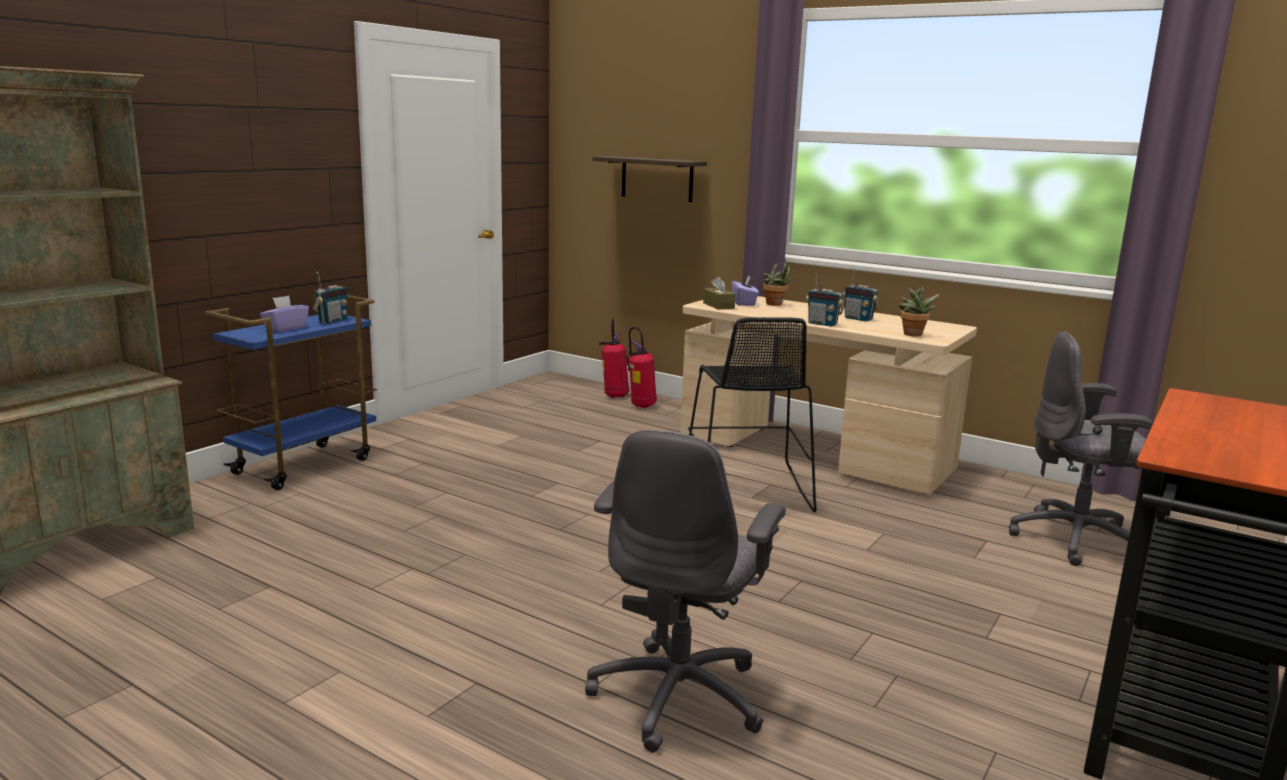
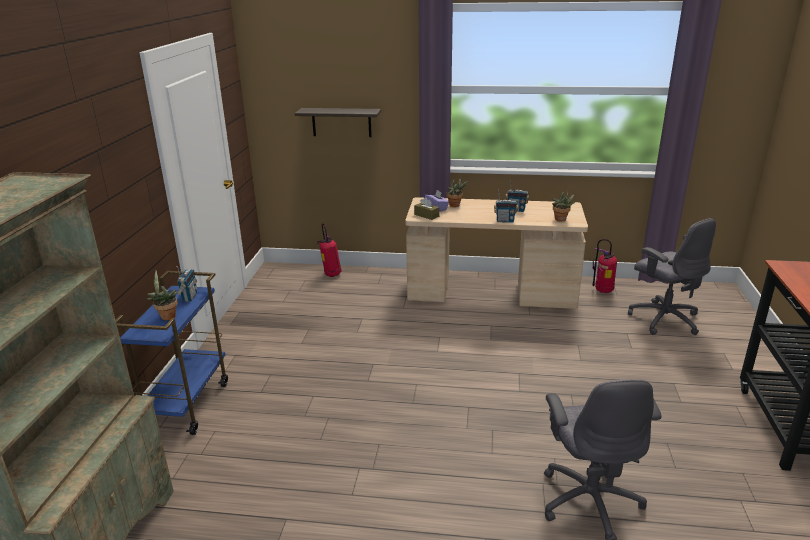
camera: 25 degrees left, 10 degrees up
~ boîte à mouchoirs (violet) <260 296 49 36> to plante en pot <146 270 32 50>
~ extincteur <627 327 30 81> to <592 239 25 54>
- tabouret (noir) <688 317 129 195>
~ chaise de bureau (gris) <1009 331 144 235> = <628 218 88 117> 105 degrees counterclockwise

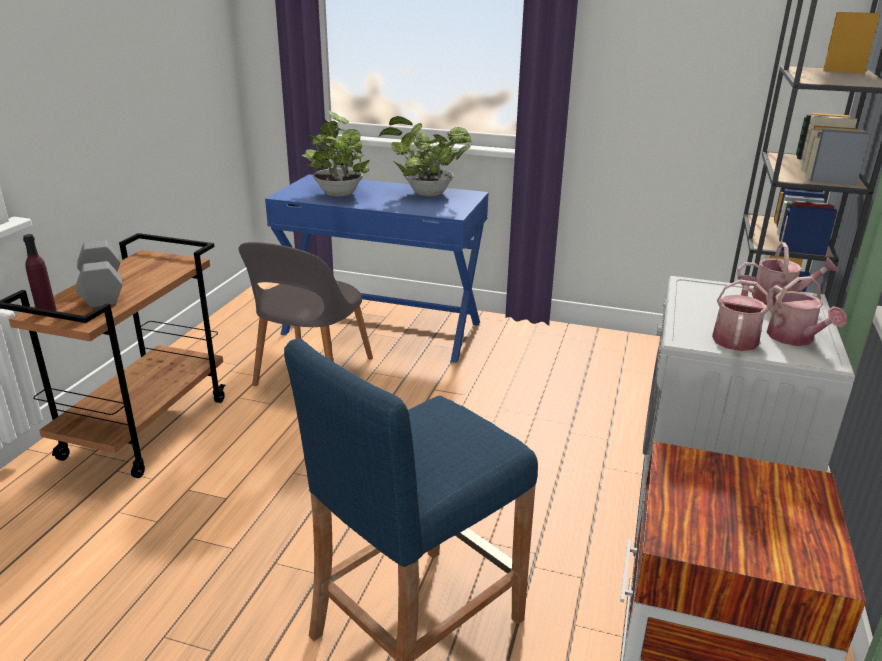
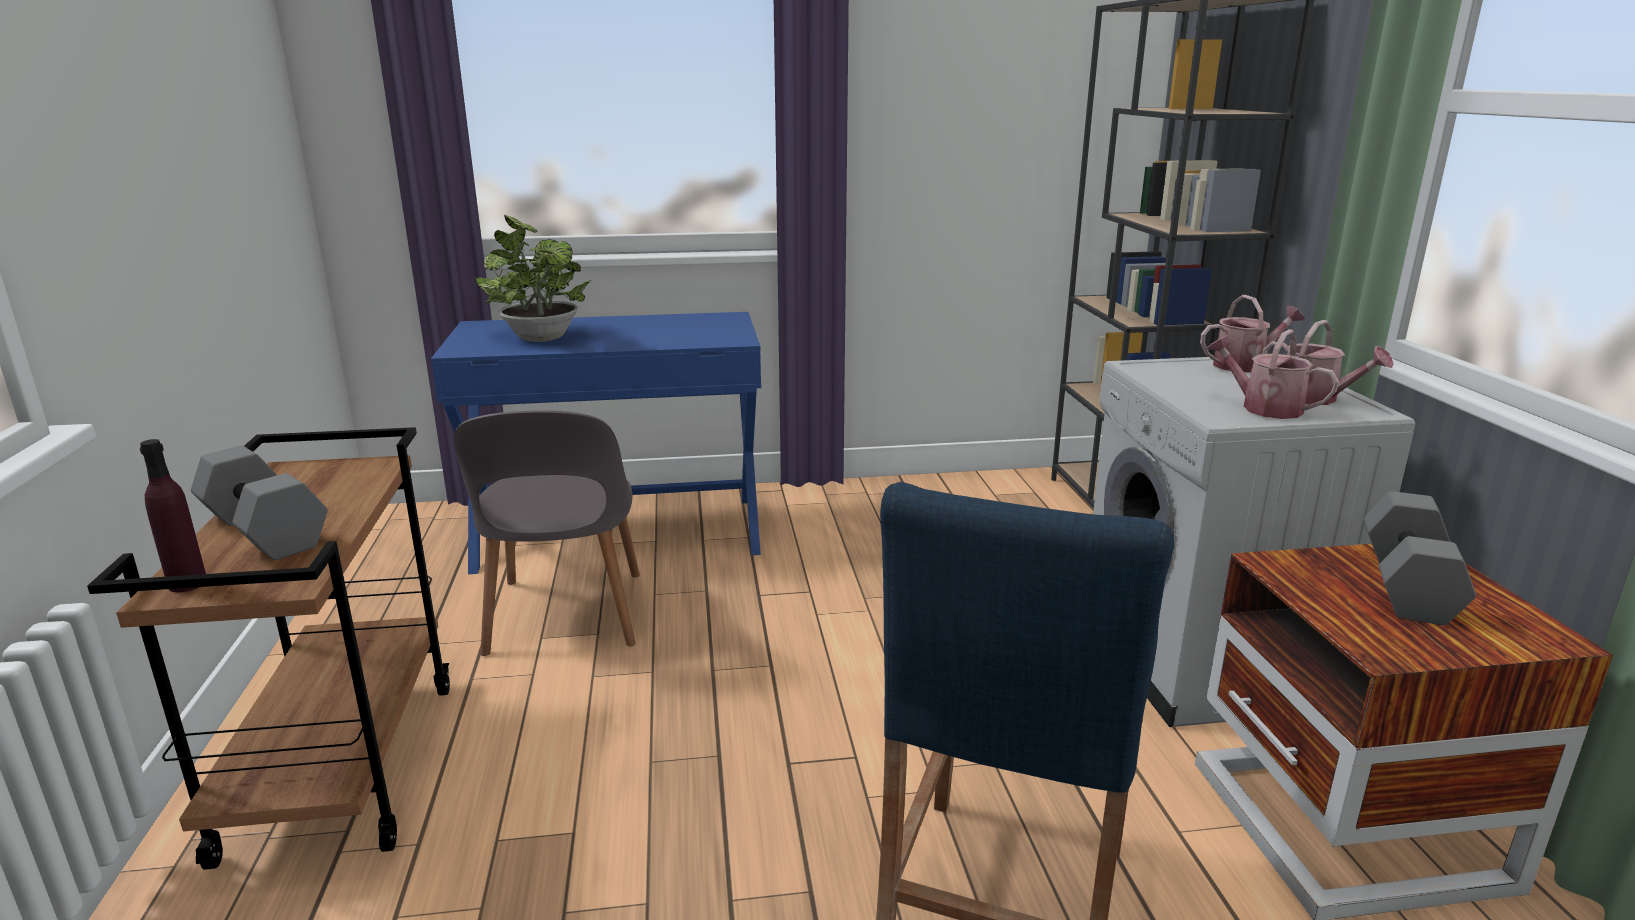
camera: 25 degrees left, 5 degrees down
- plante en pot <379 116 93 81>
~ arrosoir <712 275 58 76> = <1206 329 133 90> 45 degrees counterclockwise
+ haltère (gris) <1364 491 112 134>

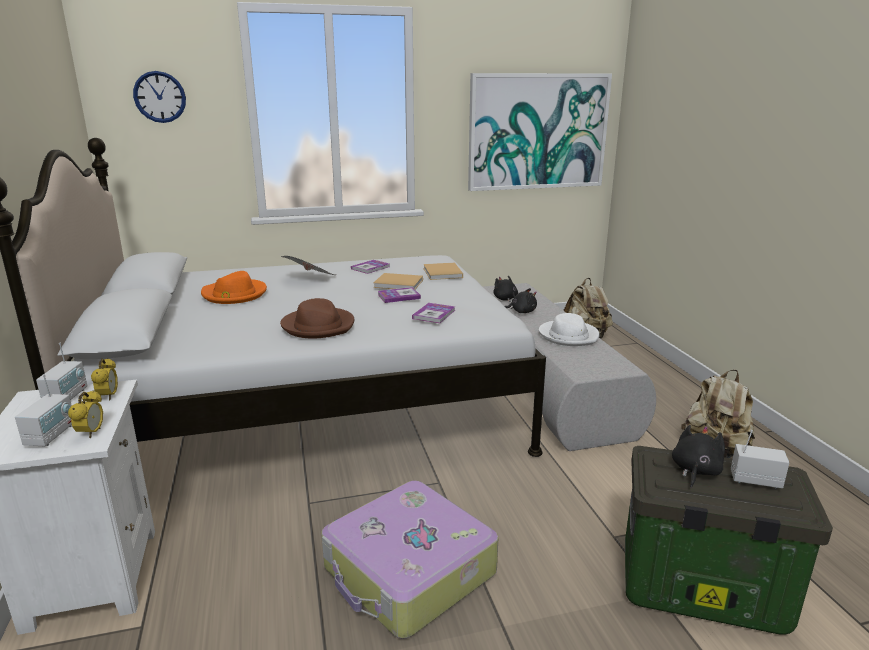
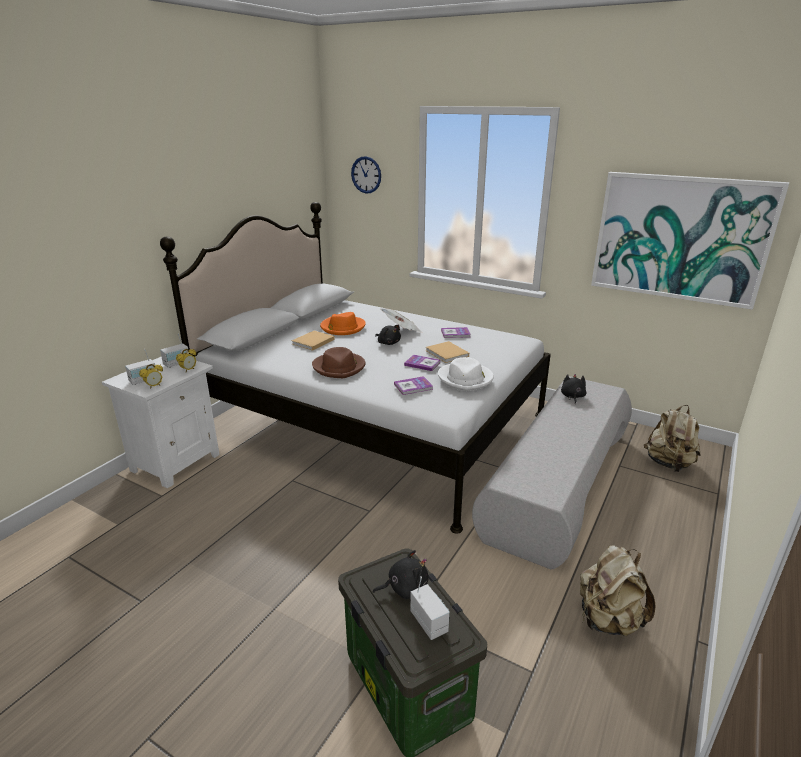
camera: 45 degrees right, 5 degrees up
- valise <322 481 177 158>
~ livre (beige) <423 263 40 17> to <292 330 43 21>
~ peluche (noir) <505 288 32 25> to <375 325 26 20>
~ chapeau (blanc) <539 313 61 33> to <438 357 56 34>

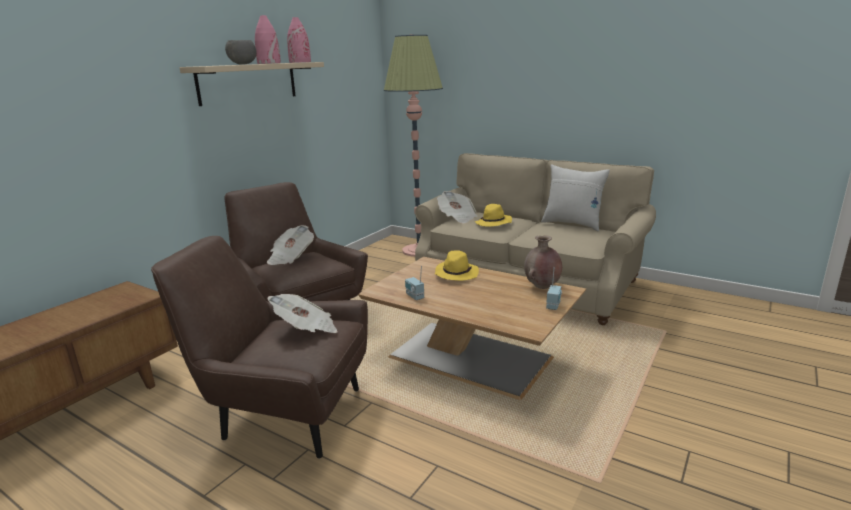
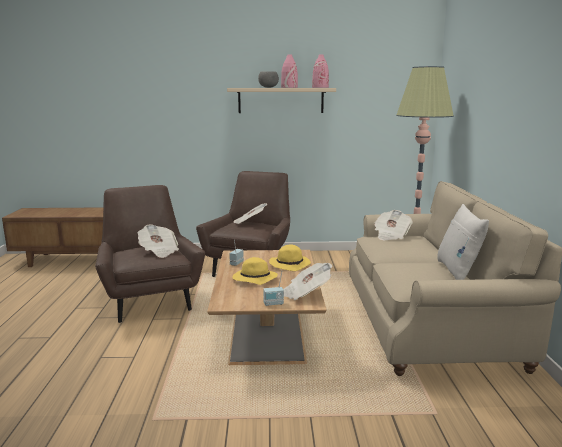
camera: 55 degrees right, 5 degrees down
~ chapeau (jaune) <475 204 37 23> to <232 257 46 28>
~ vase (marron) <524 235 38 54> to journal <283 263 50 37>

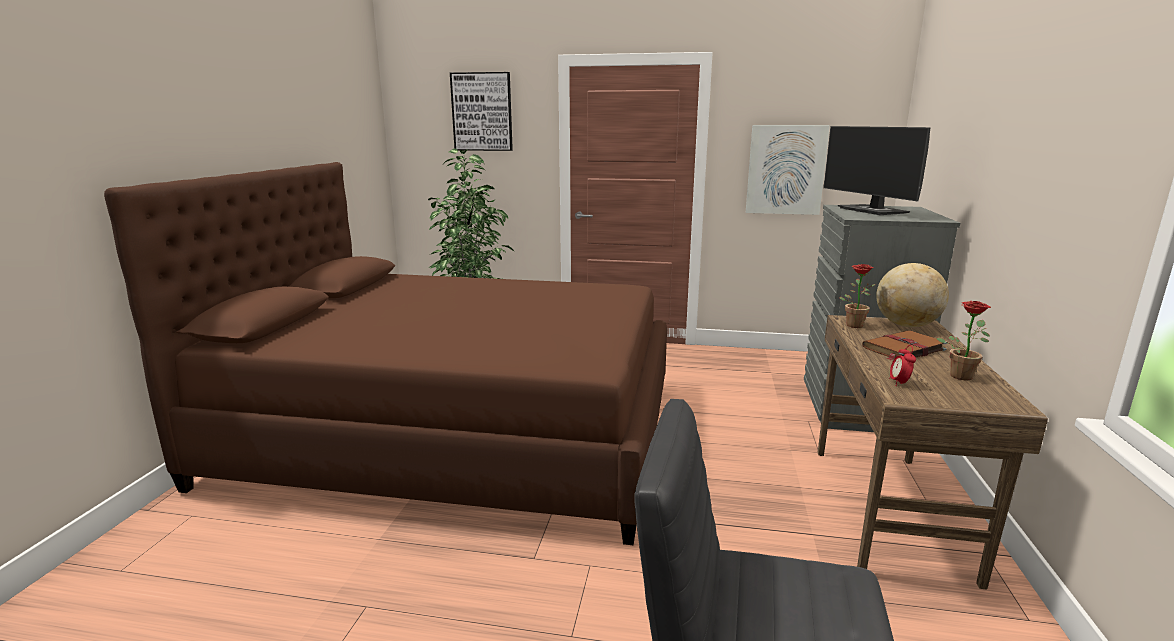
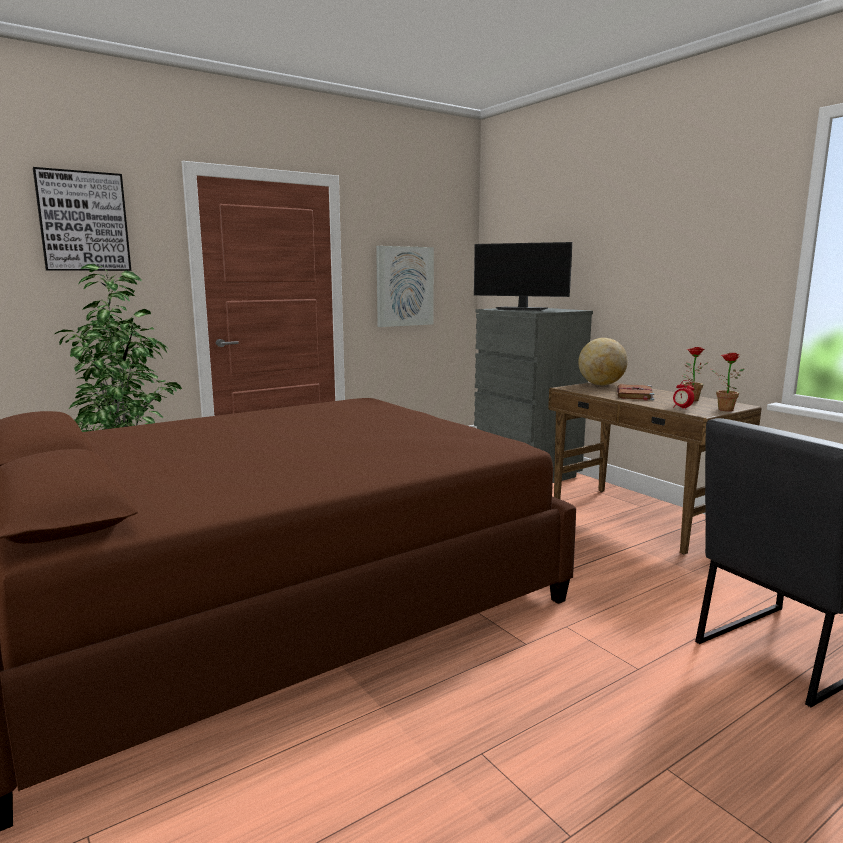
camera: 45 degrees left, 5 degrees down
~ plante en pot <839 264 36 64> to <710 353 35 58>

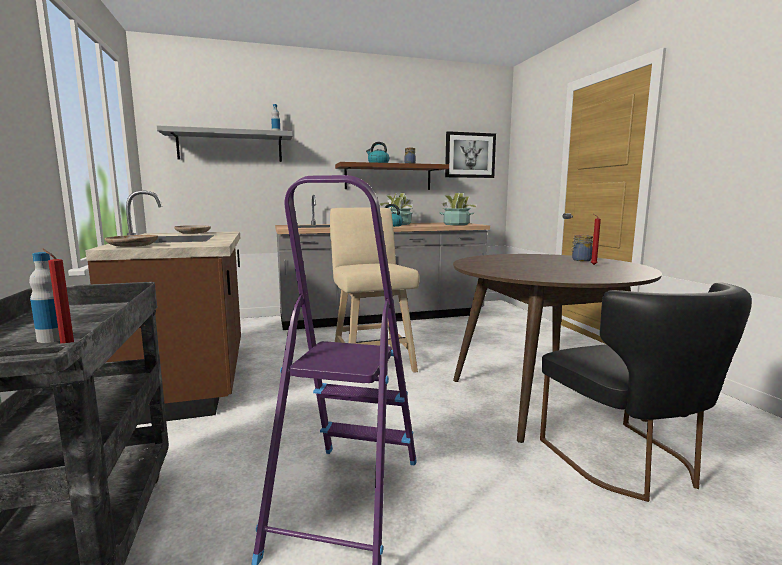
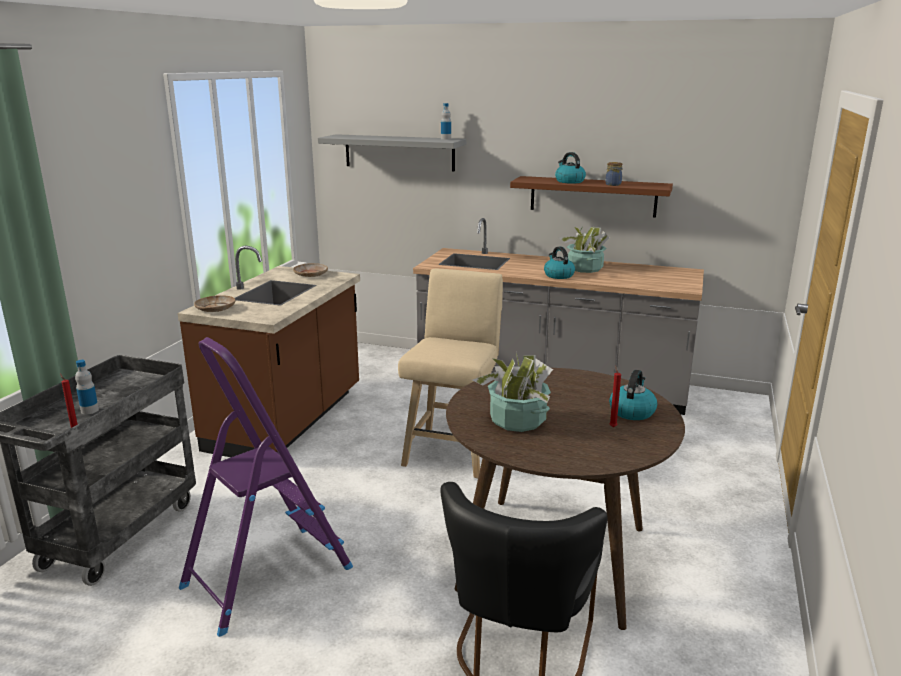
camera: 35 degrees right, 10 degrees up
~ plante en pot <439 193 38 32> to <472 352 81 80>
- tableau <445 131 51 47>
~ bocal <571 235 22 26> to bouilloire <609 370 48 50>

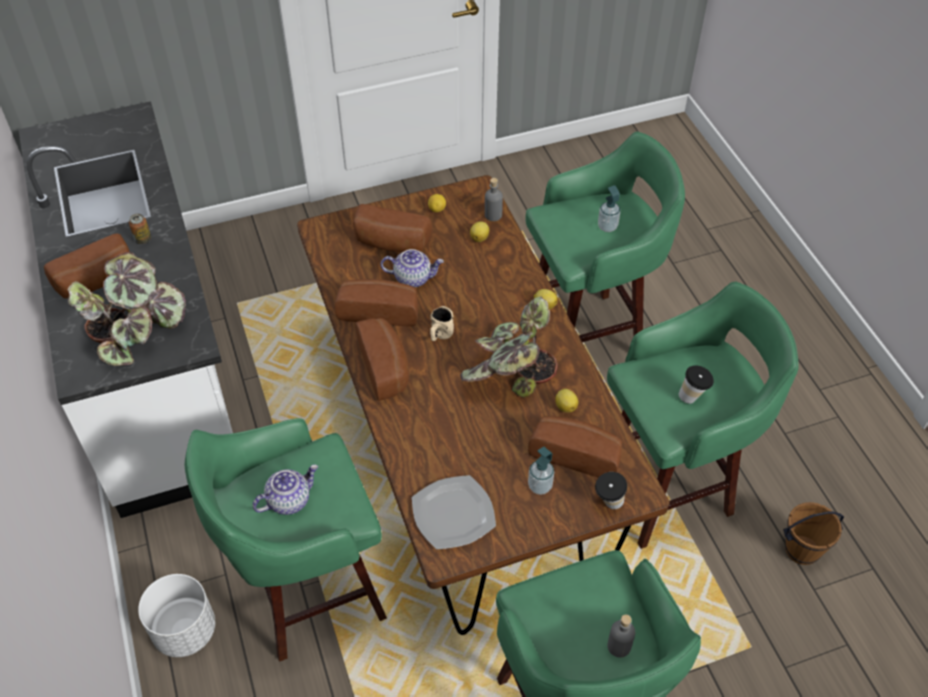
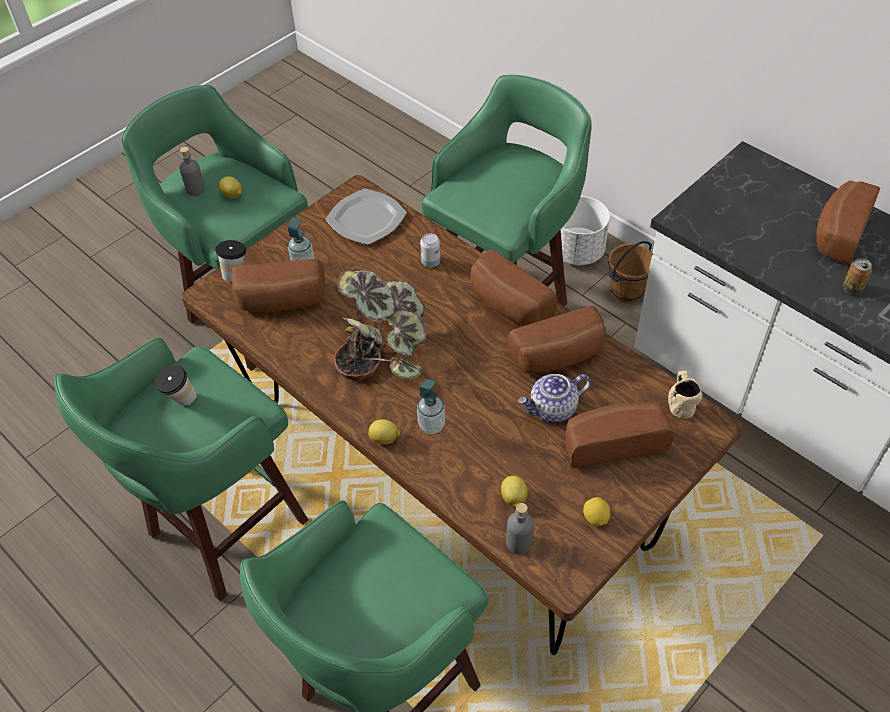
camera: 155 degrees right, 0 degrees up
- plante en pot <68 252 118 114>
- théière <253 464 65 51>
~ mug (beige) <430 306 24 35> to <668 370 35 49>
~ citron <555 389 23 24> to <218 176 24 22>
~ distributeur de savon <598 185 22 47> to <417 379 28 55>
~ seau (marron) <783 502 61 63> to <608 241 46 63>
+ boîte métallique <420 233 20 34>

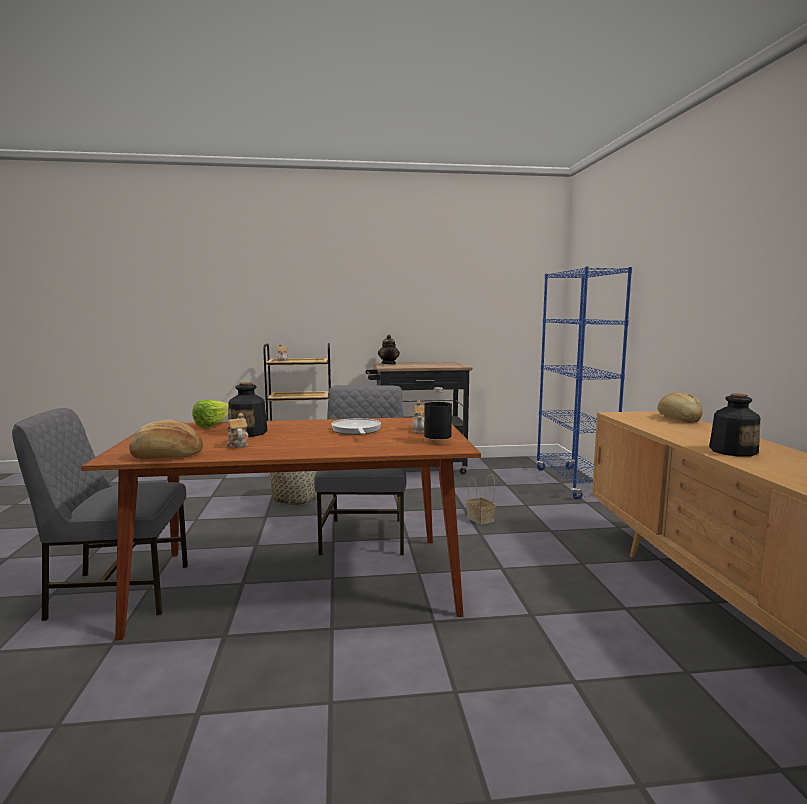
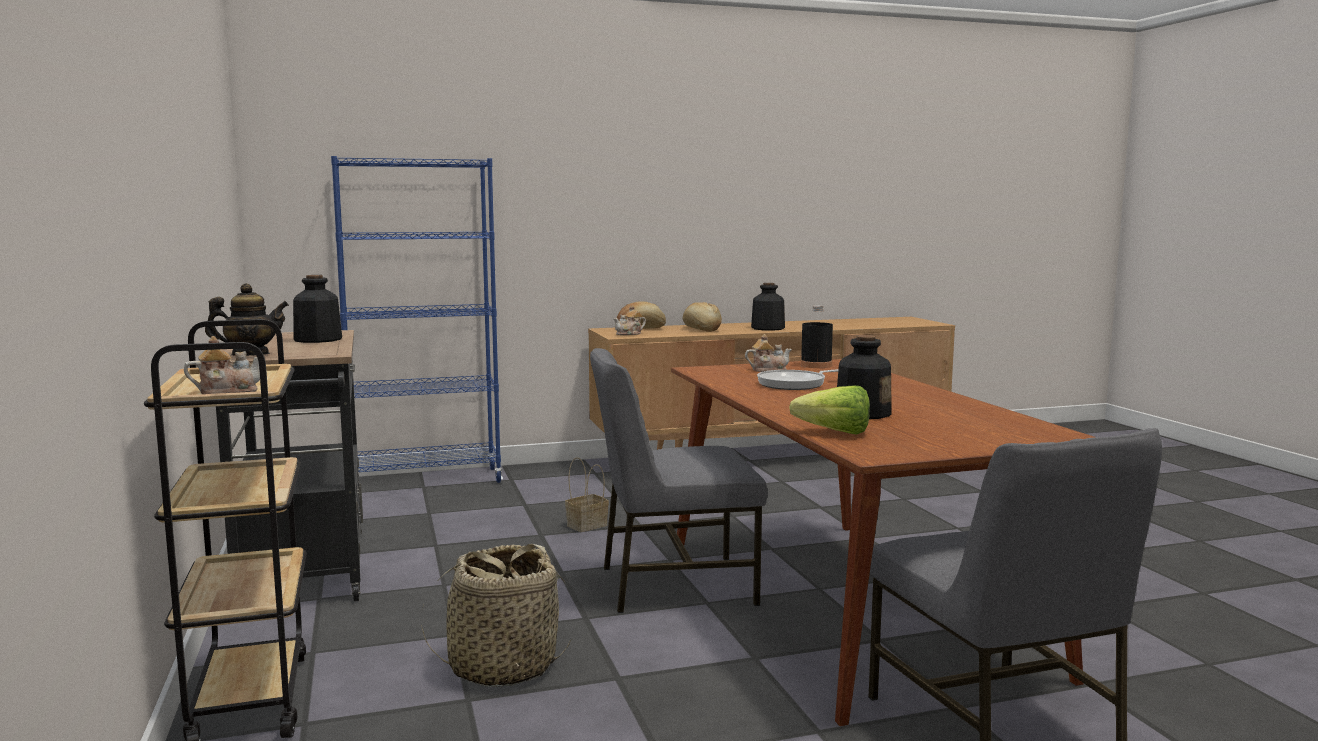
camera: 100 degrees left, 0 degrees up
~ pain <129 420 74 39> to <682 302 40 30>
~ théière <227 413 21 35> to <613 305 33 30>
+ bouteille <293 275 49 68>

